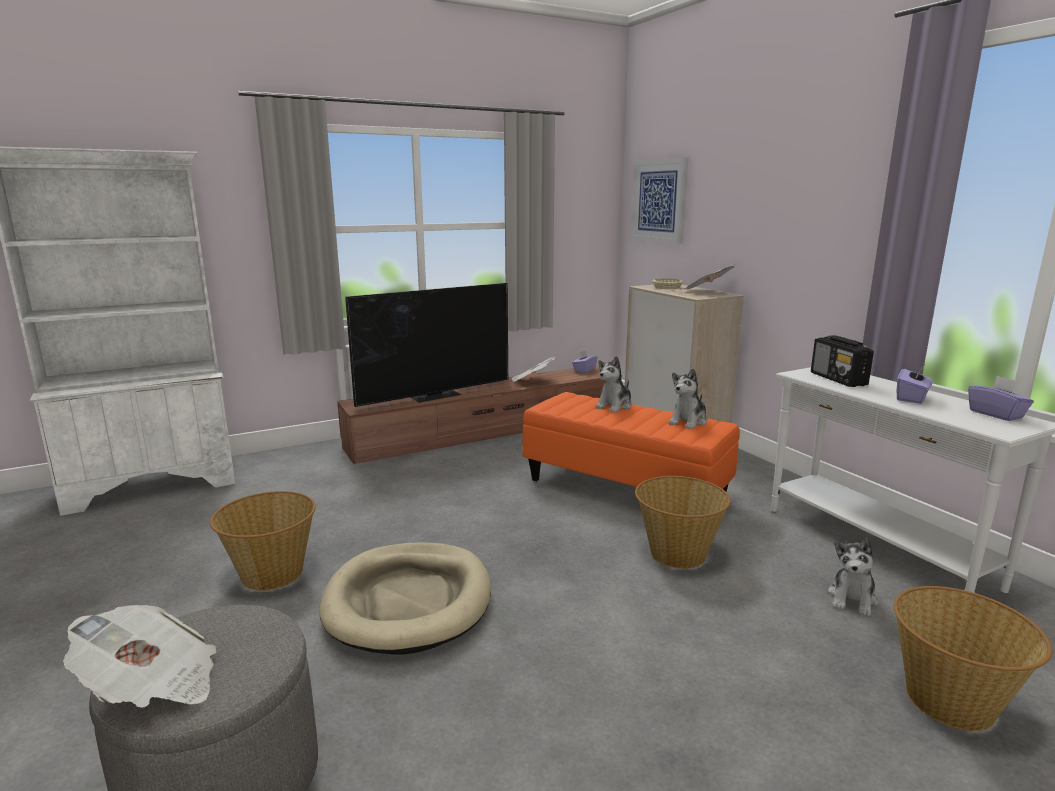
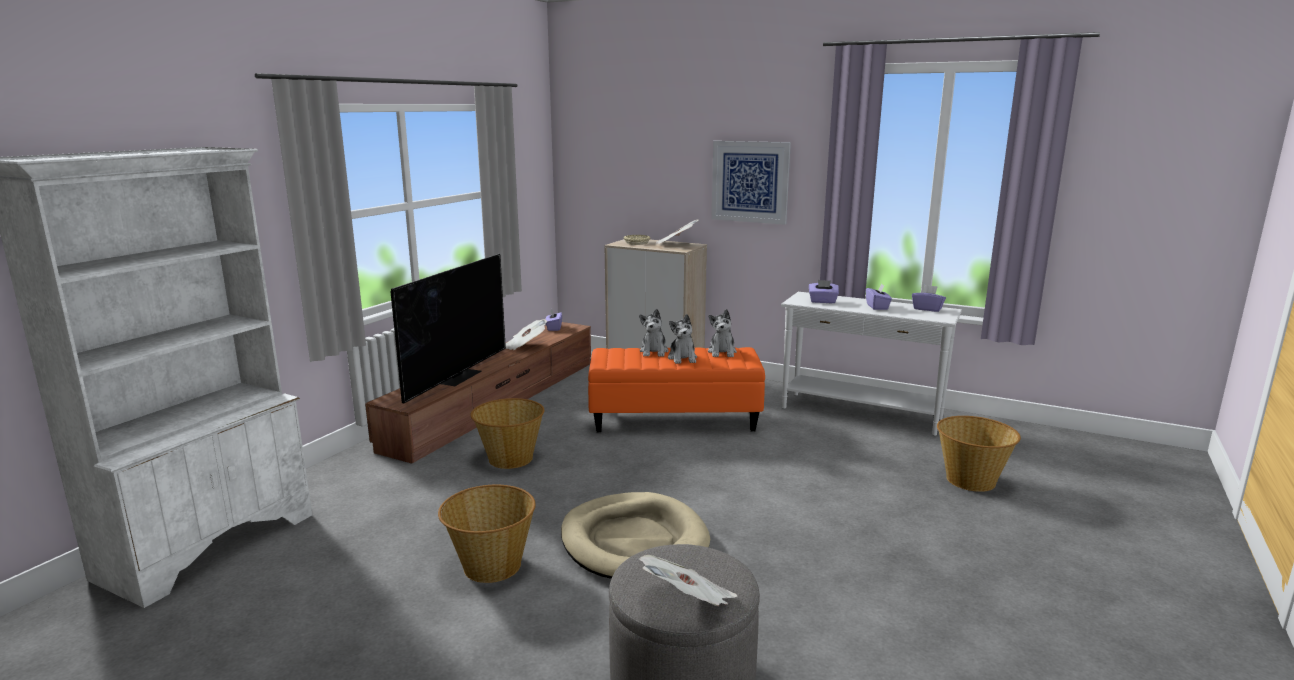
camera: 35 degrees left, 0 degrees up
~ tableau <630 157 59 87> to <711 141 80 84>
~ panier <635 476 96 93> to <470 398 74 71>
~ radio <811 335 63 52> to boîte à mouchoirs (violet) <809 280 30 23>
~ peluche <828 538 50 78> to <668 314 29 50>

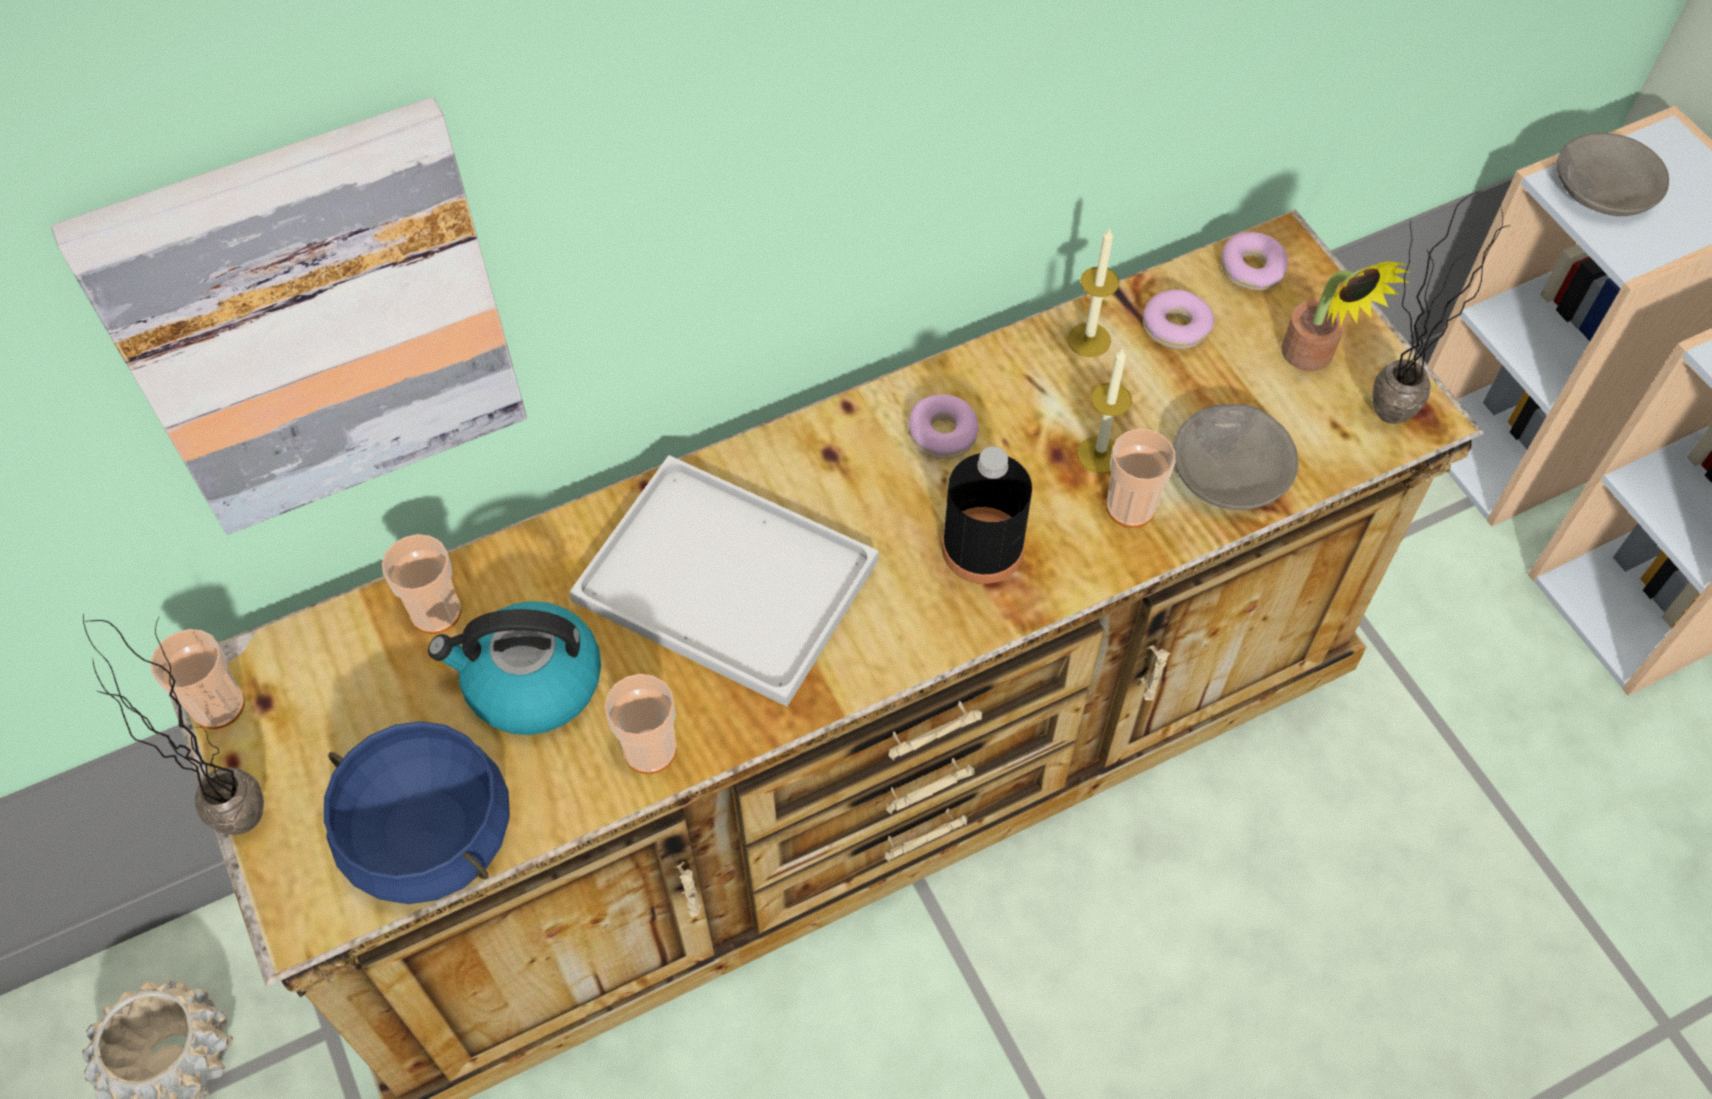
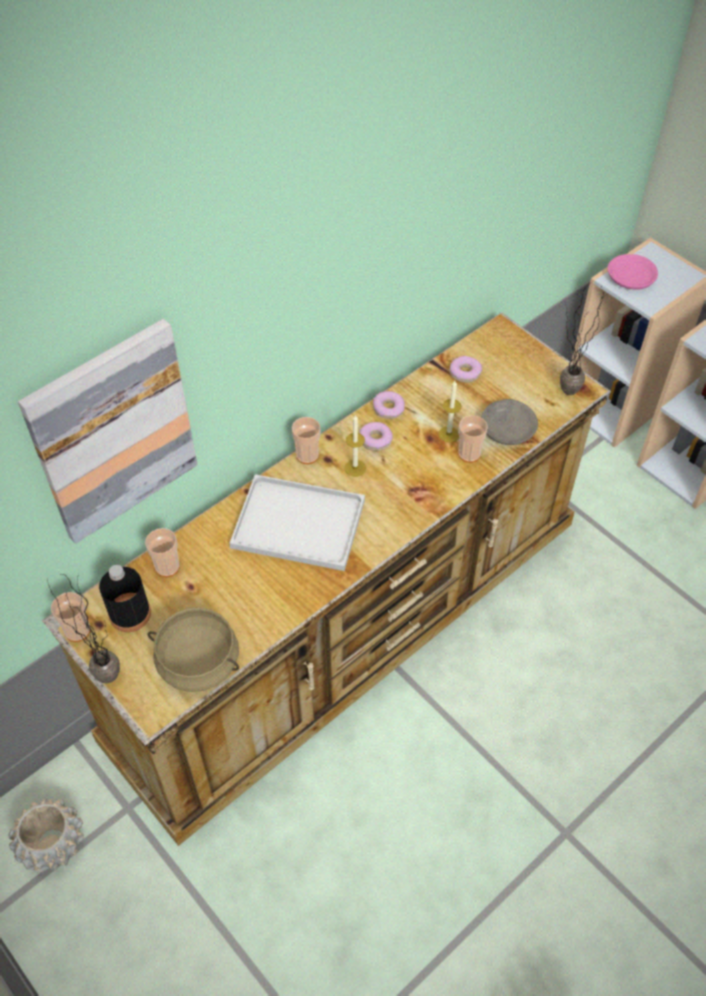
camera: 15 degrees left, 5 degrees down
~ marmite (bleu) <324 721 186 183> to marmite (beige) <147 607 92 85>
- bouilloire <428 601 173 134>
~ tasse <604 674 73 100> to <292 417 28 47>
~ bouteille (noir) <942 446 90 138> to <99 565 52 67>
~ bougie <1067 227 52 130> to <345 415 21 62>
~ beignet <1221 232 67 58> to <373 391 32 28>
- plante en pot <1281 261 128 110>
~ bol (gris) <1557 133 112 83> to bol (rose) <608 254 50 36>

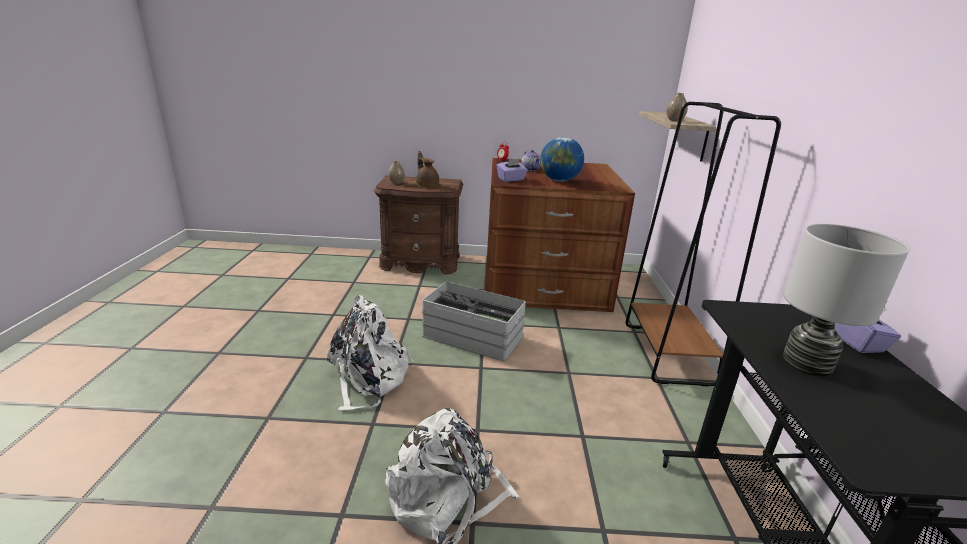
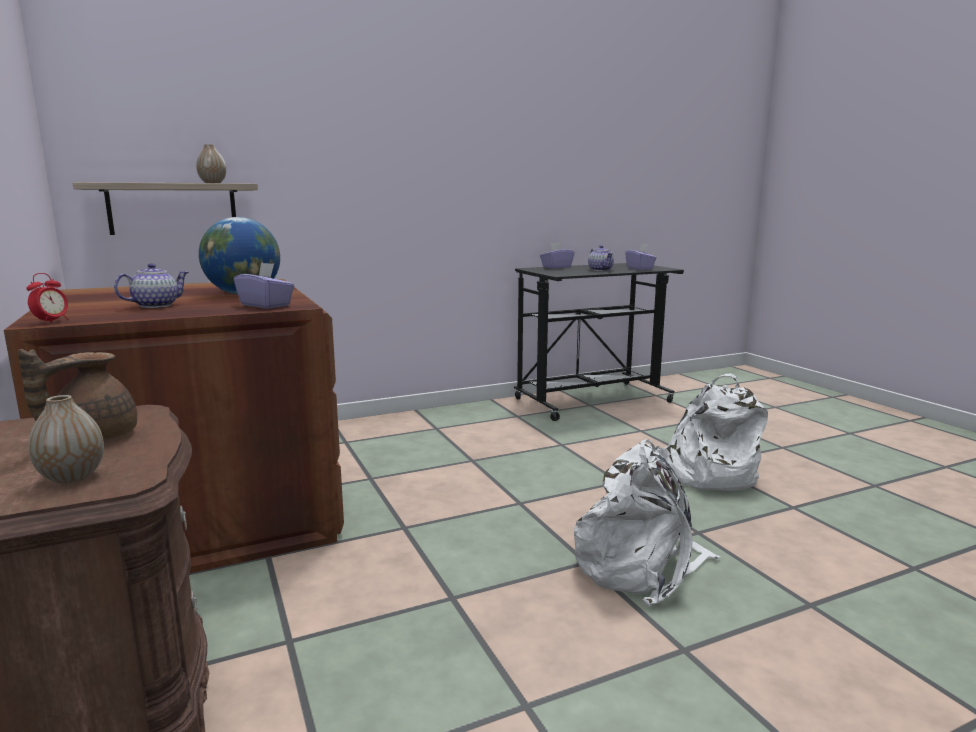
camera: 115 degrees left, 10 degrees down
- boîte de rangement (gris) <422 282 104 79>
- portant <626 102 155 284>
~ lampe de table (gris) <783 224 127 153> to théière <588 245 26 26>
+ boîte à mouchoirs (violet) <625 244 31 26>

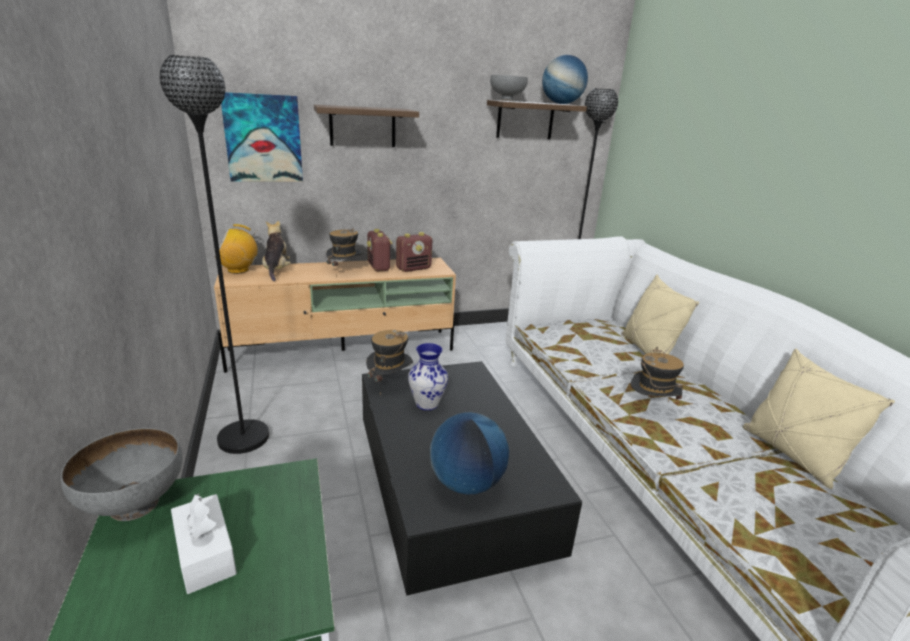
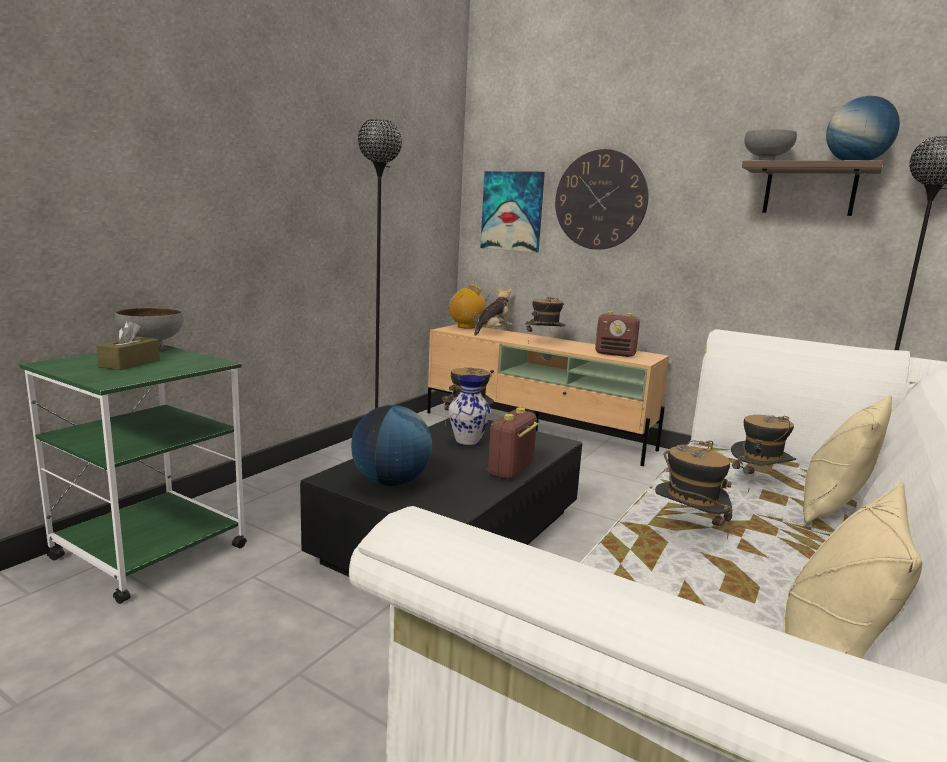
camera: 50 degrees right, 10 degrees down
~ boîte à mouchoirs (blanc) <171 494 66 100> to boîte à mouchoirs (marron) <96 321 64 49>
~ étagère <314 105 105 42> to horloge murale <555 149 93 101>
~ radio <367 229 26 42> to <488 407 50 72>
+ chapeau <731 415 65 78>

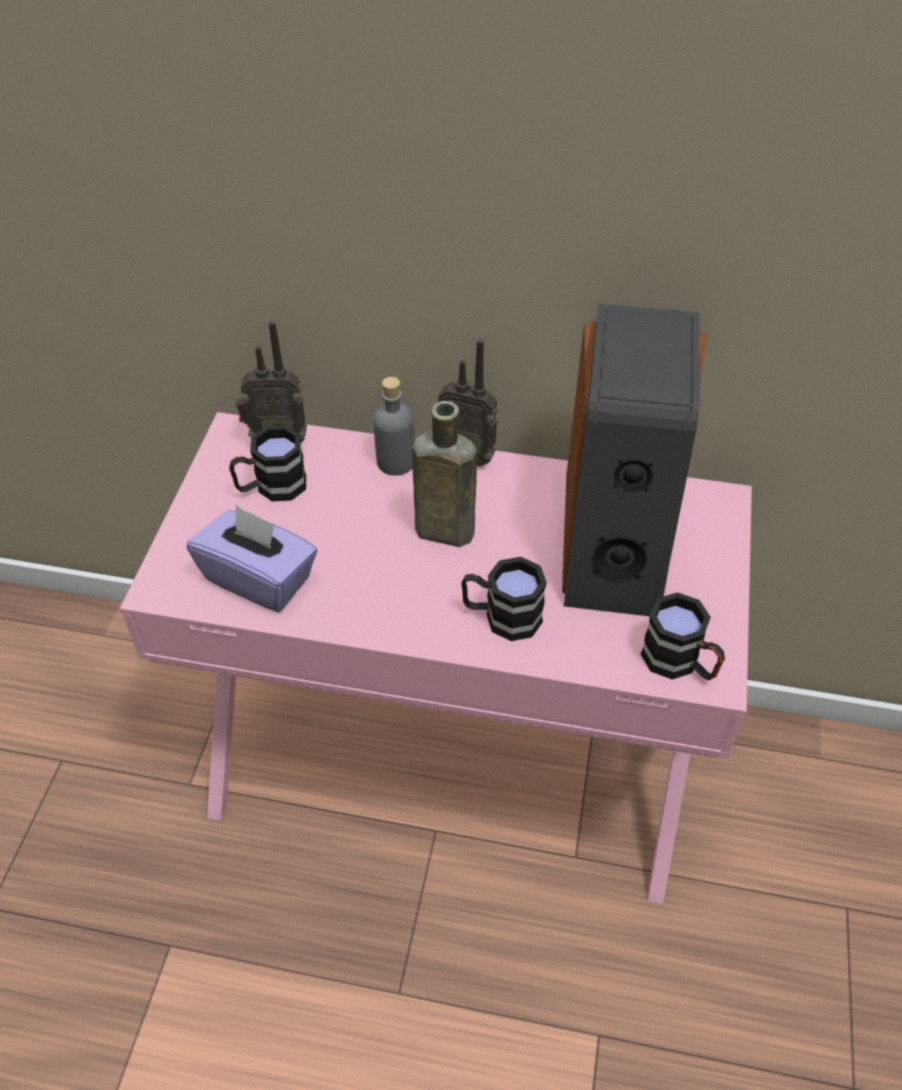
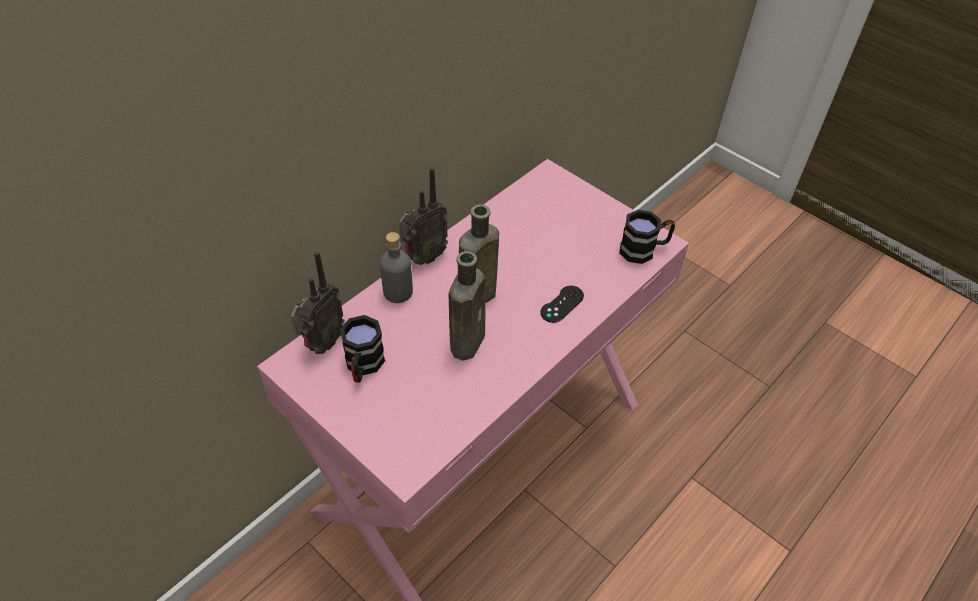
camera: 60 degrees left, 0 degrees up
- boîte à mouchoirs (violet) <187 505 130 107>
~ mug (noir) <461 557 86 84> to manette (noir) <540 286 44 37>
- enceinte <562 304 146 312>
+ bouteille (marron) <448 251 38 110>

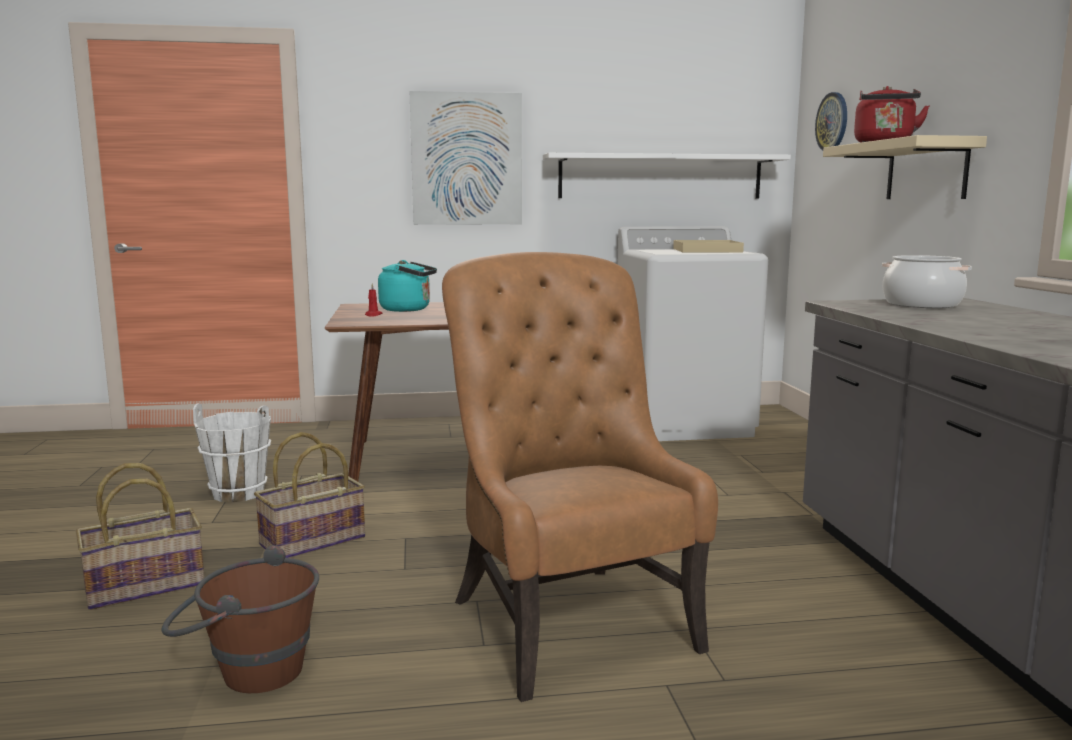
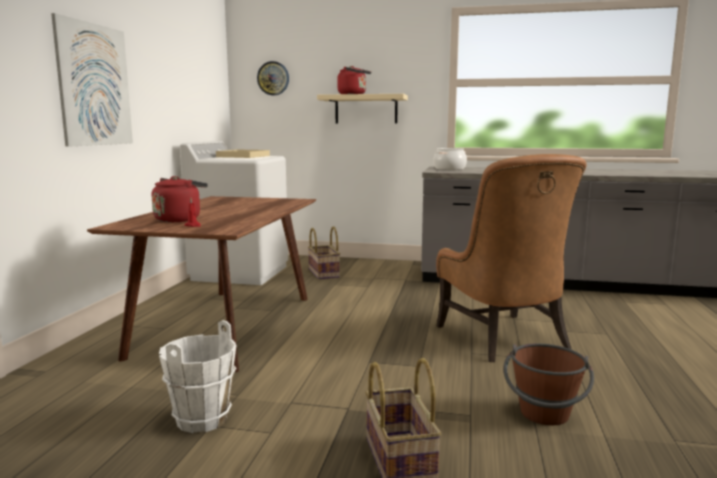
camera: 70 degrees left, 0 degrees up
~ panier <254 432 111 126> to <308 226 32 53>
~ bouilloire (turquoise) <378 260 59 52> to bouilloire (rouge) <152 176 56 46>
~ chaise (marron) <442 252 276 450> = <436 154 151 208> 105 degrees counterclockwise
- étagère (blanc) <543 153 248 45>

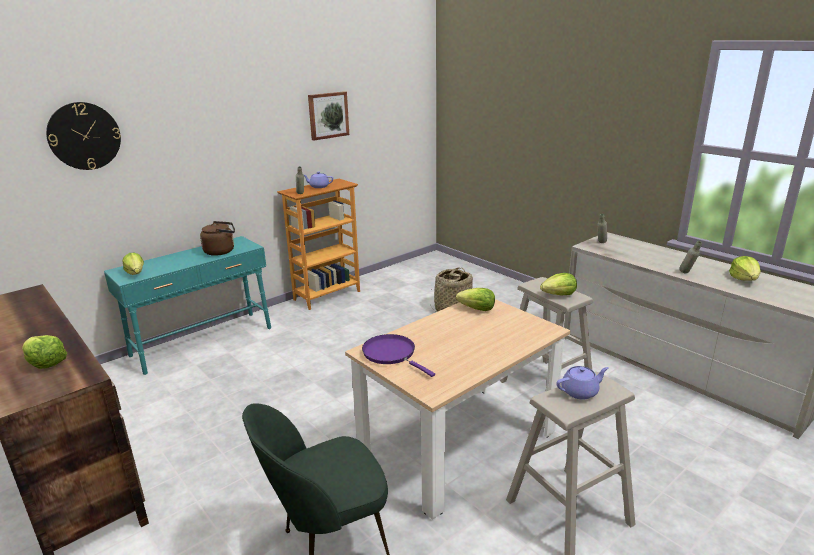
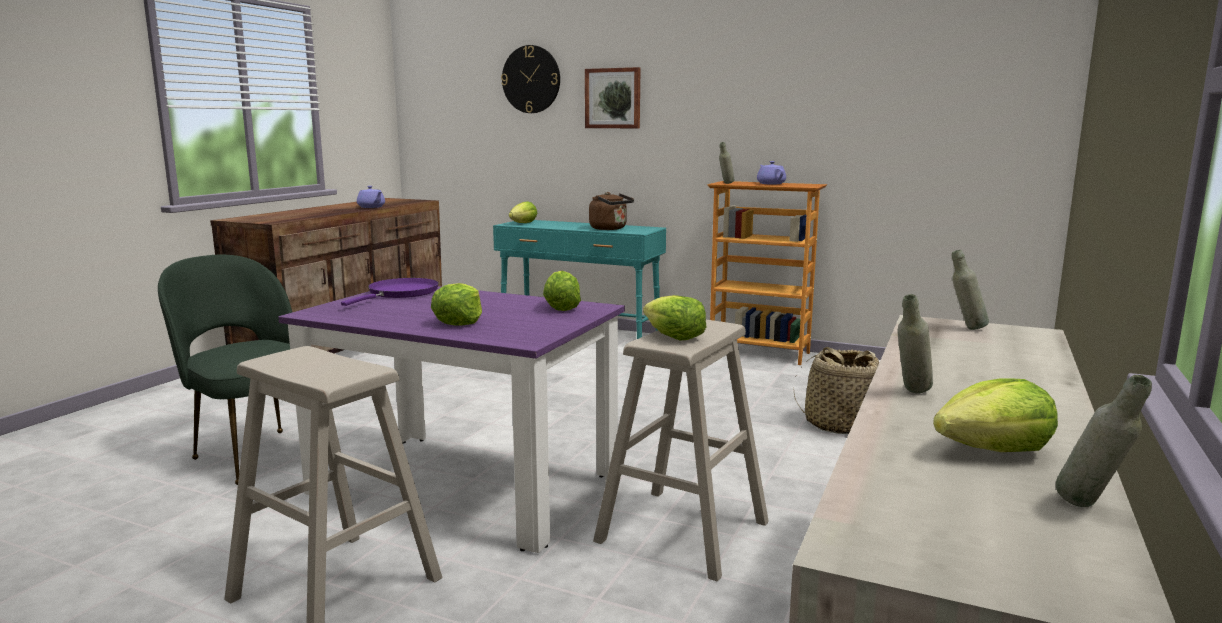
camera: 65 degrees right, 10 degrees down
~ laitue <22 335 45 34> to <431 283 51 43>
~ tableau <308 91 41 49> to <585 67 55 61>
~ table à manger (beige) <345 299 225 221> to table à manger (violet) <278 286 347 267>
~ théière (violet) <556 366 53 33> to <357 186 28 22>
+ bouteille (gris) <1056 375 96 132>

